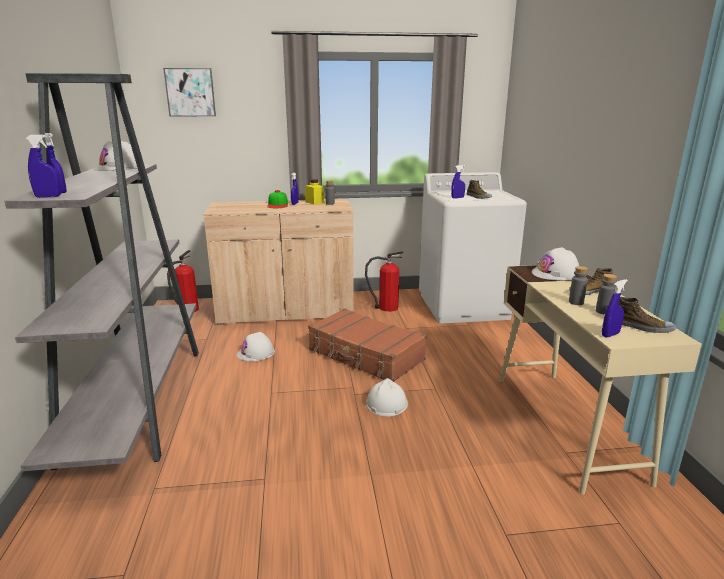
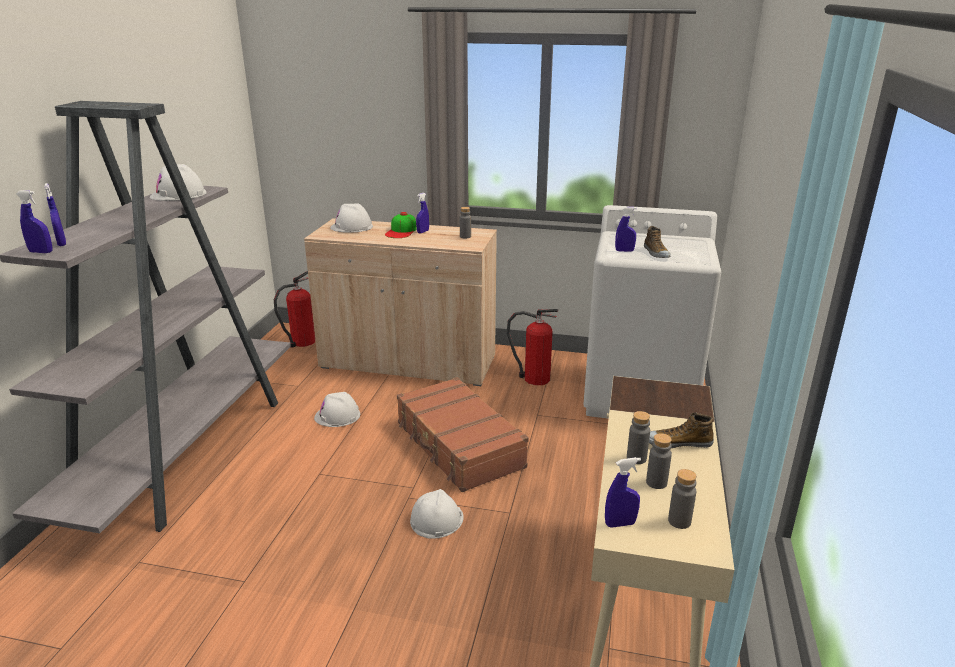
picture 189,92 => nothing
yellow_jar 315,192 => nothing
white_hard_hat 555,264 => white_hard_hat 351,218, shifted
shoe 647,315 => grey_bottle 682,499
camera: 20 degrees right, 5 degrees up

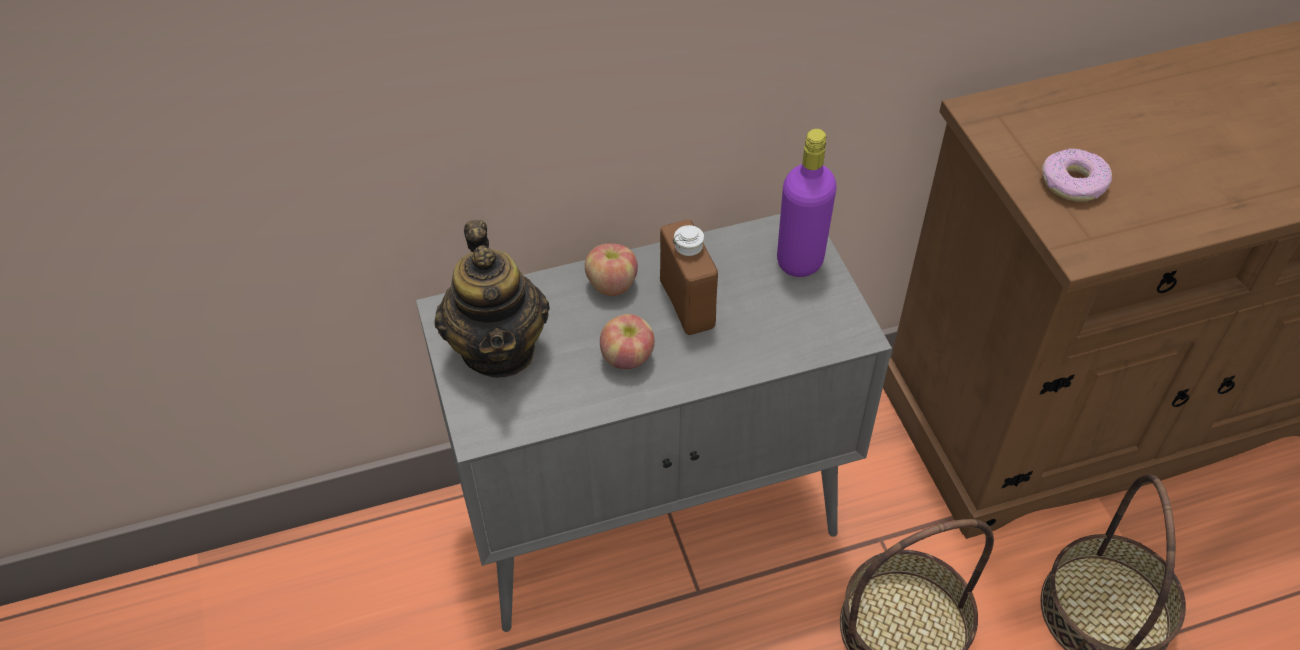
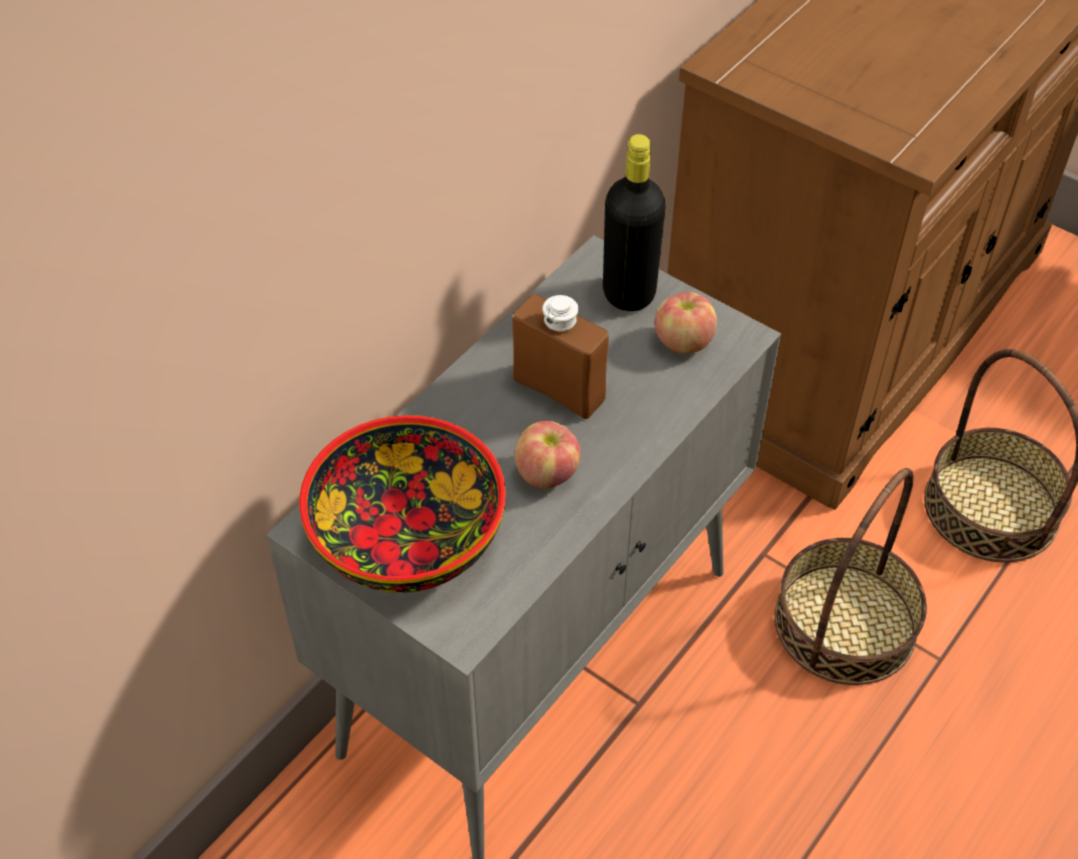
teapot 492,299 => bowl 402,504
apple 611,270 => apple 686,323, shifted
purple_bottle 807,203 => black_bottle 634,222
donut 1077,175 => nothing
camera: 35 degrees left, 0 degrees up

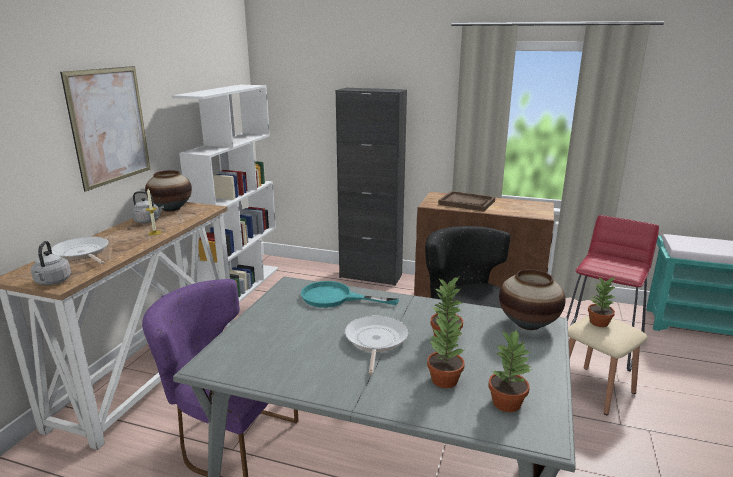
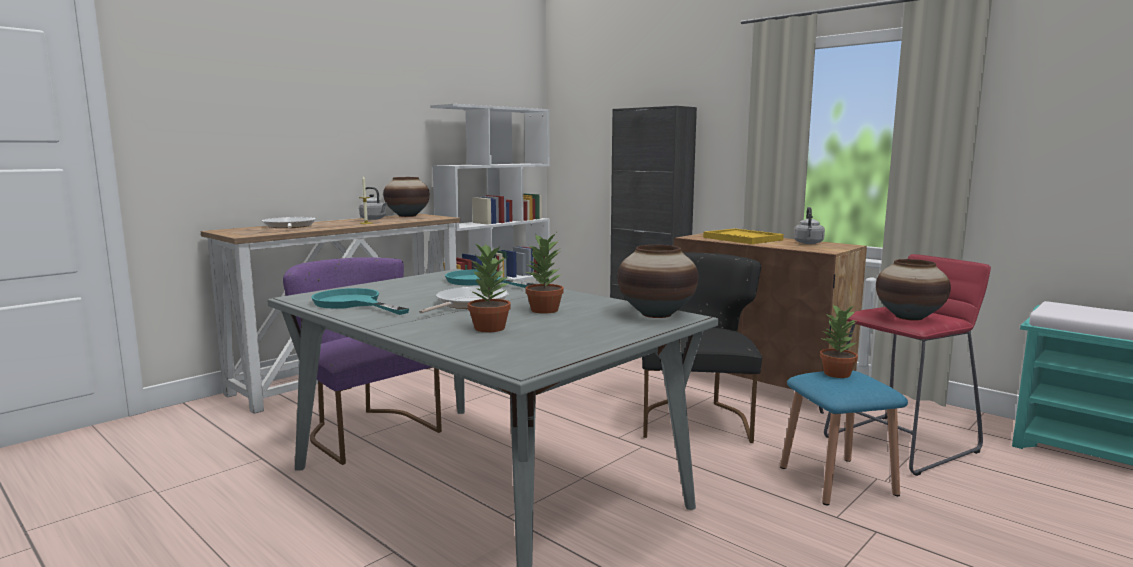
grey_kettle 51,263 => grey_kettle 809,225, shifted
picture 105,129 => nothing
brown_tray 466,201 => yellow_tray 743,236
potted_plant 511,371 => nothing
beige_stool 608,365 => blue_stool 844,437
nothing => turquoise_frying_pan 360,301
nothing => vase 913,290
camera: 25 degrees right, 10 degrees down

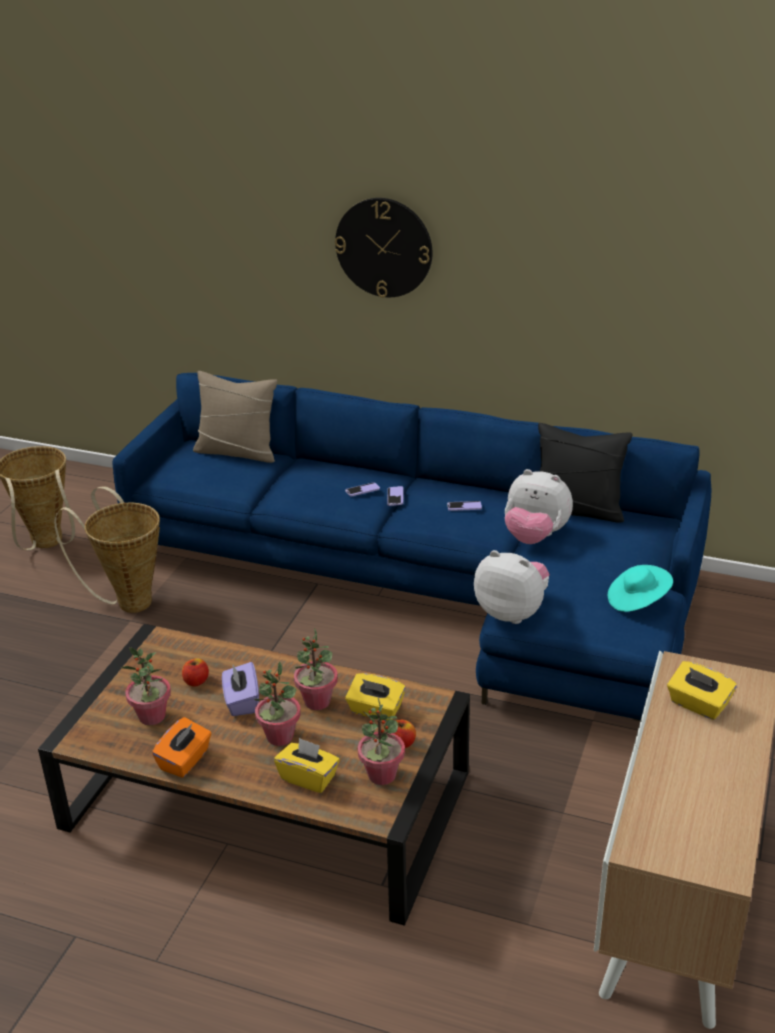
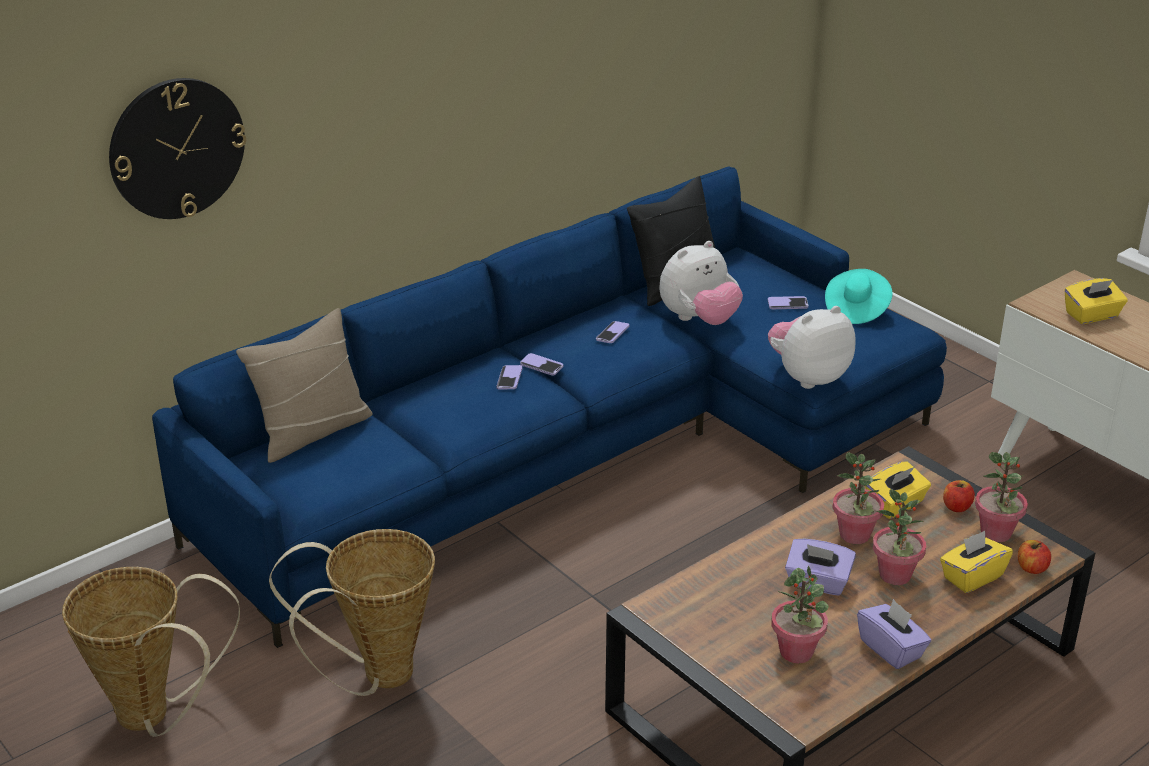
orange_tissue_box 182,747 => purple_tissue_box 894,634
apple 195,672 => apple 1034,557, shifted
wall_clock 384,248 => wall_clock 177,148, shifted
nothing => phone 788,302
camera: 60 degrees left, 0 degrees up

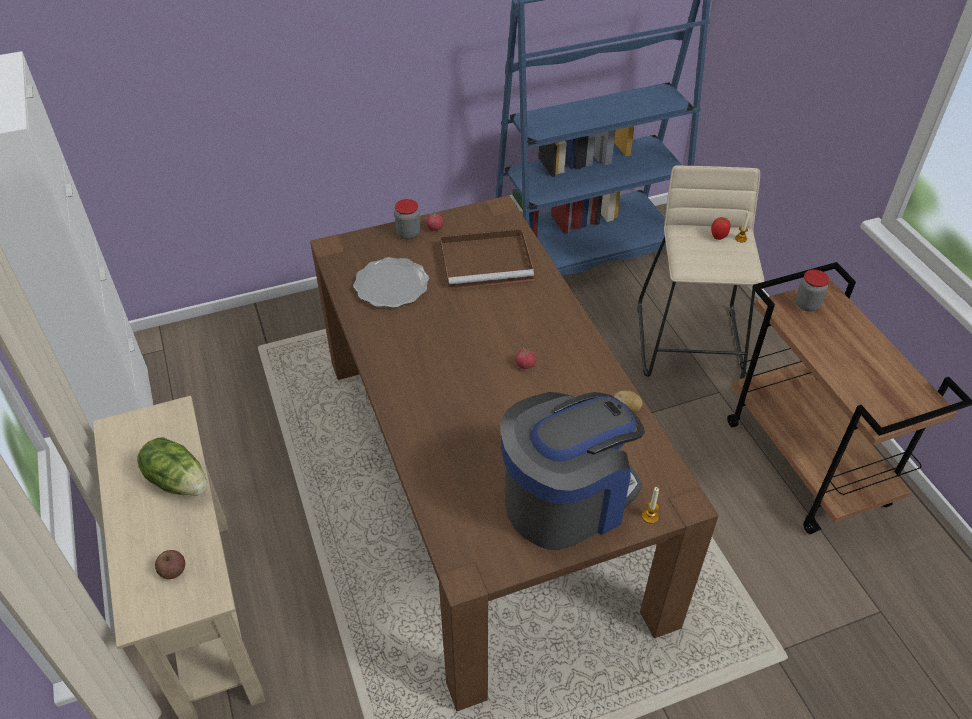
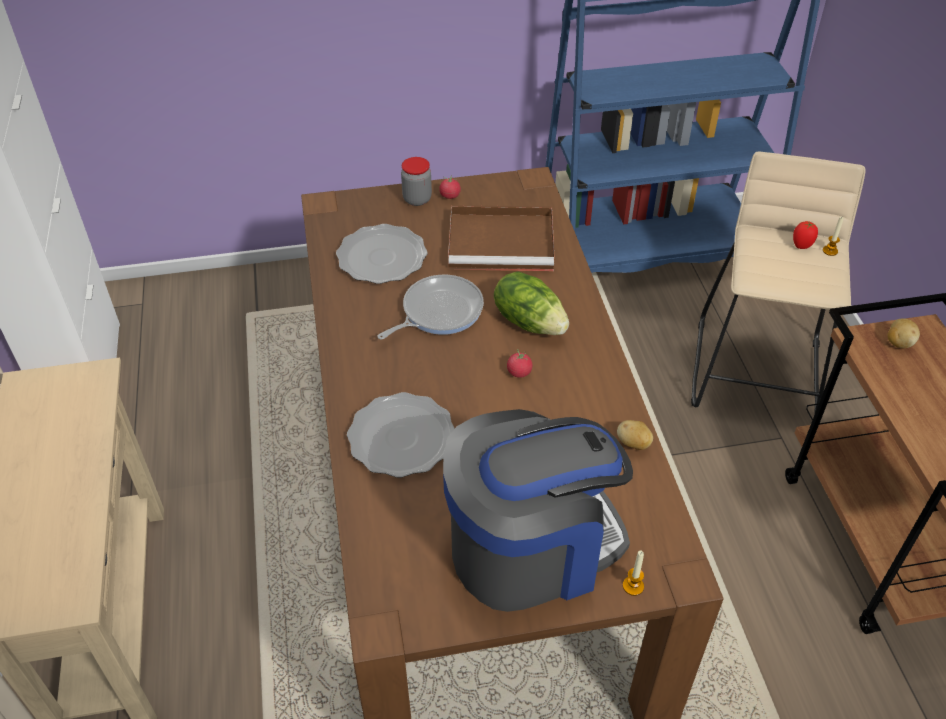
lettuce 172,466 => lettuce 531,303, shifted
apple 170,564 => nothing
jar 812,290 => potato 903,333
nothing => plate 401,435
nothing => frying_pan 430,307
camera: 10 degrees right, 0 degrees up

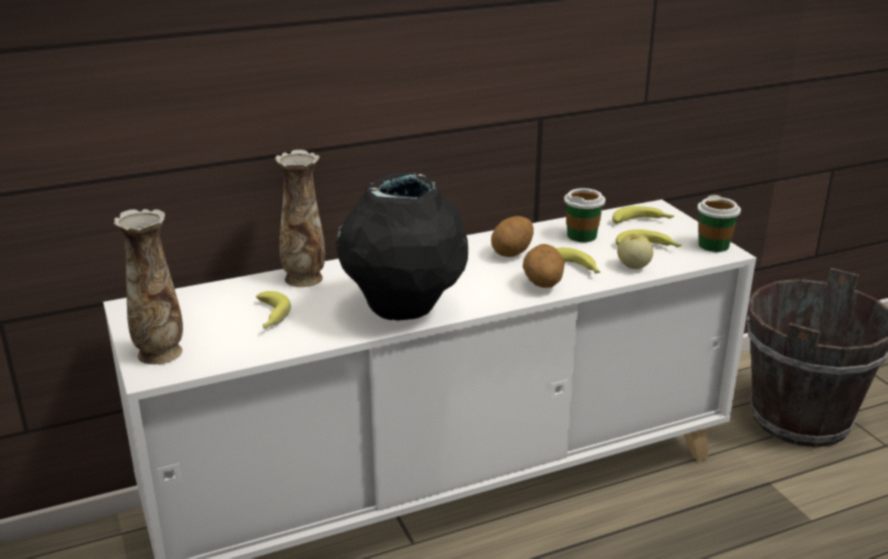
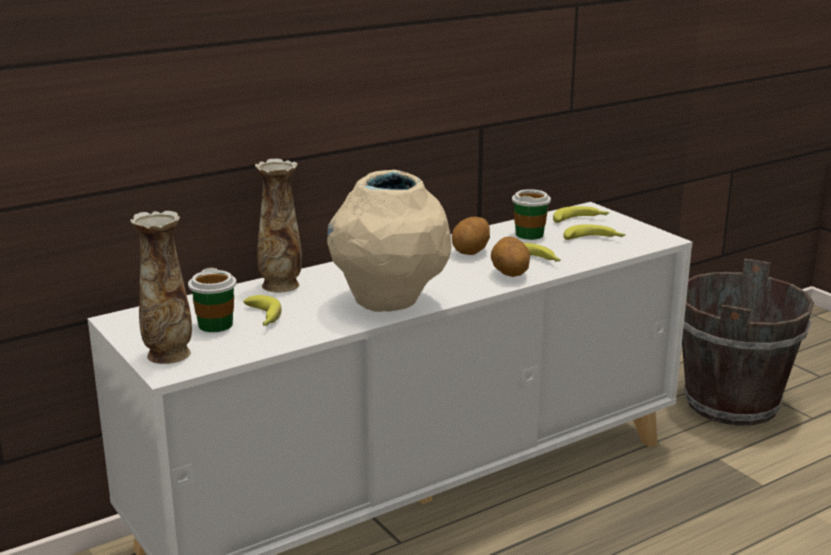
black_vase 402,246 => beige_vase 389,241
apple 635,251 => nothing
cup 719,223 => cup 212,300, shifted
camera: 10 degrees left, 5 degrees down

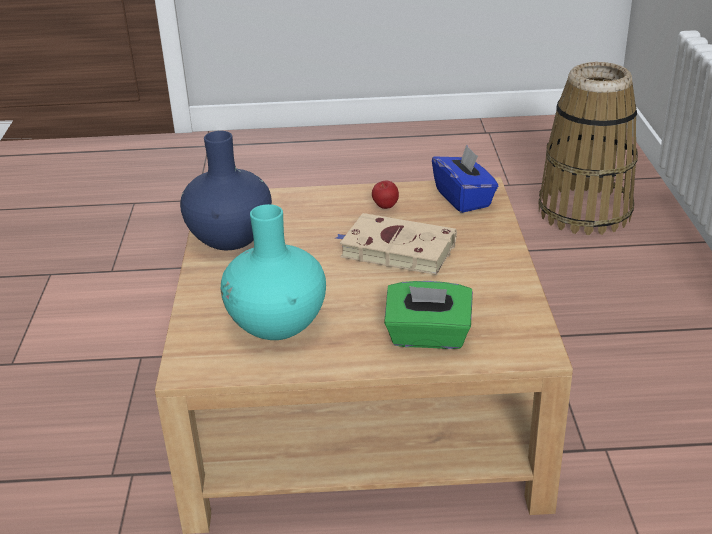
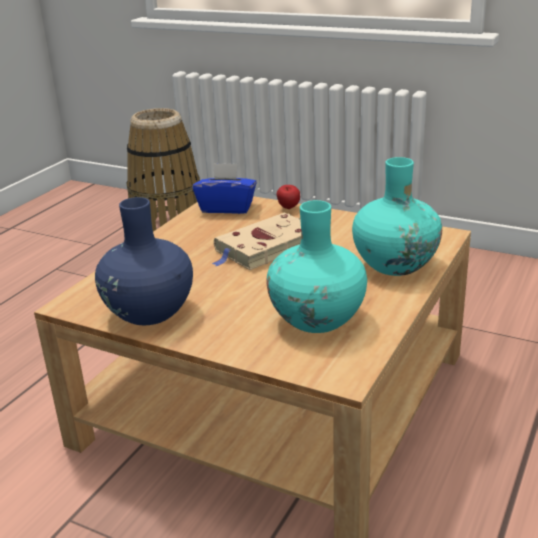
apple 385,195 => apple 288,197, shifted
green_tissue_box 428,315 => turquoise_vase 397,216
camera: 60 degrees left, 5 degrees down

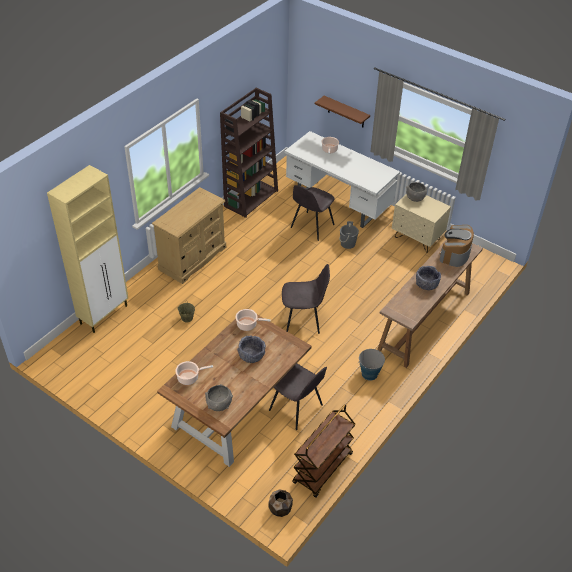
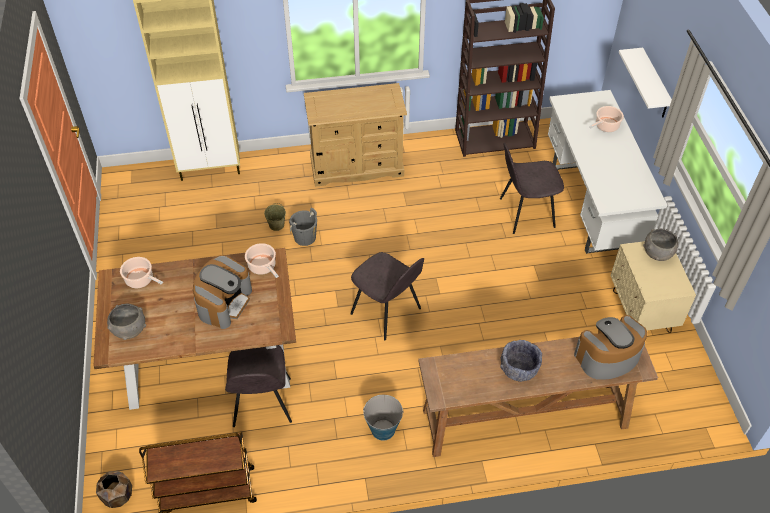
grey_bowl 251,349 => coffee_machine 222,292
brown_shelf 342,111 => white_shelf 645,83
grey_bucket 349,235 => grey_bucket 303,226, shifted
camera: 45 degrees right, 5 degrees up

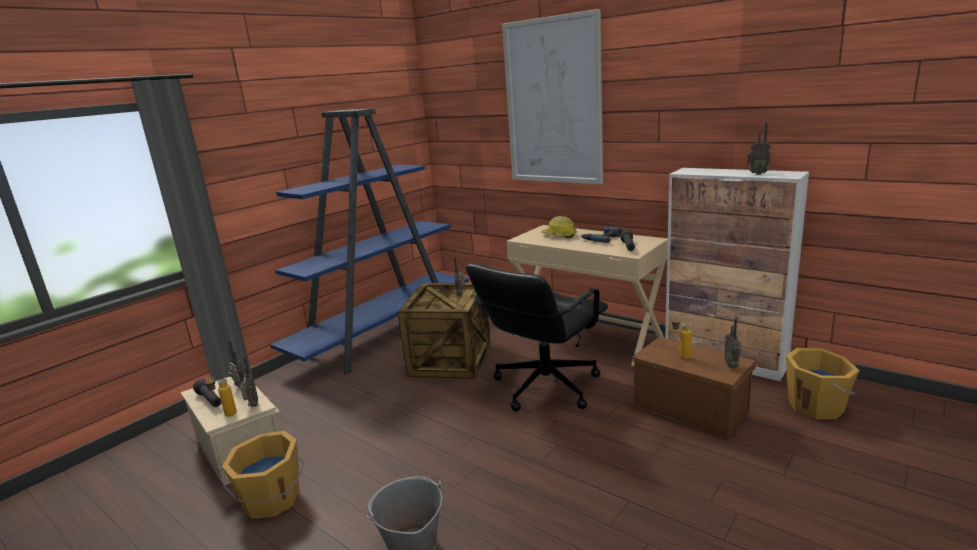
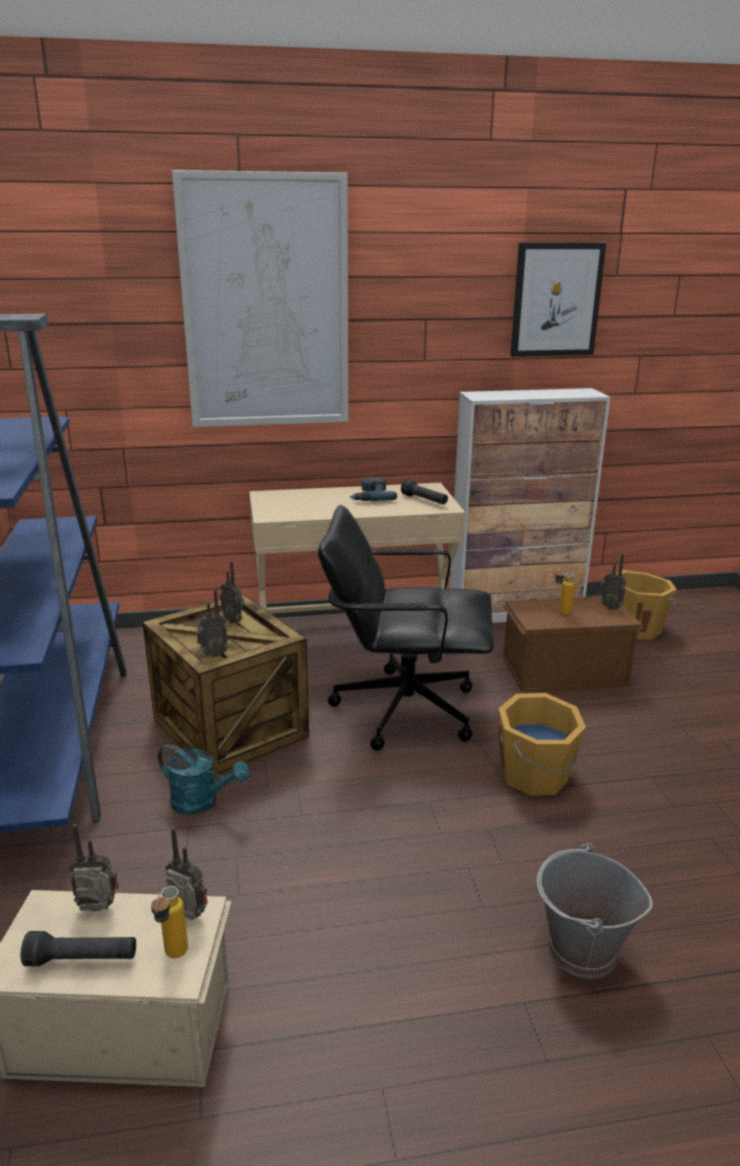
orange_bucket 261,475 => orange_bucket 542,744, shifted
black_office_chair 536,337 => black_office_chair 406,628, 105 degrees clockwise
hard_hat 559,227 => nothing
radio 759,148 => radio 212,623, shifted
nothing => turquoise_watering_can 204,779
nothing => picture 558,300
camera: 50 degrees left, 5 degrees up

